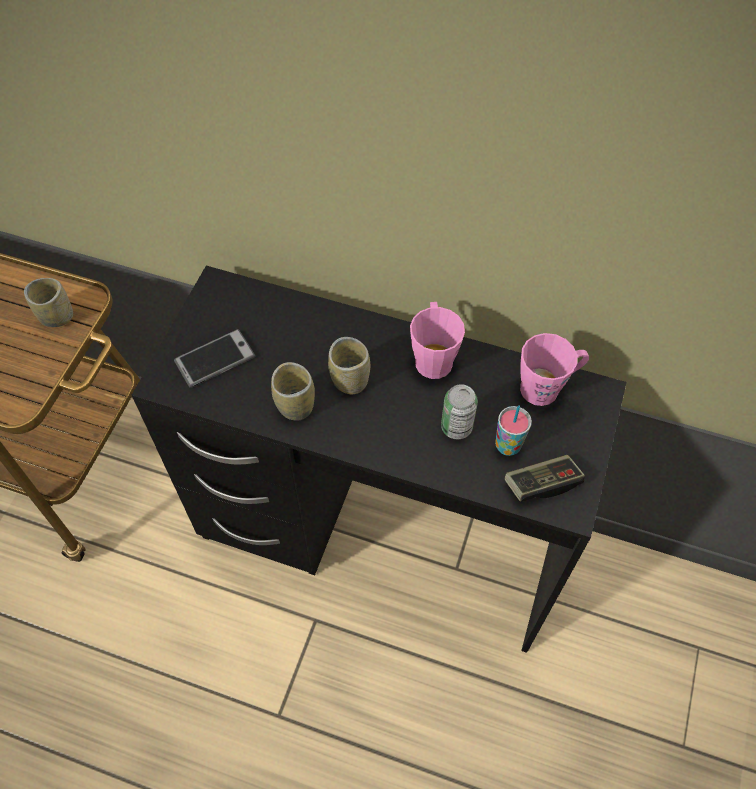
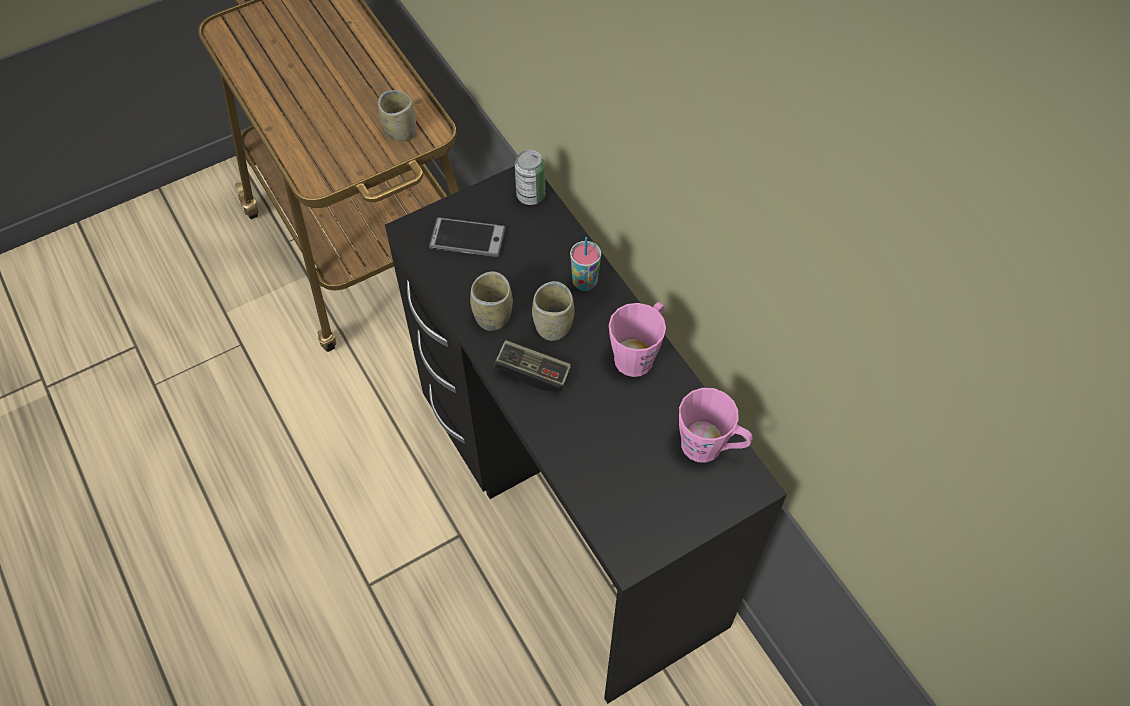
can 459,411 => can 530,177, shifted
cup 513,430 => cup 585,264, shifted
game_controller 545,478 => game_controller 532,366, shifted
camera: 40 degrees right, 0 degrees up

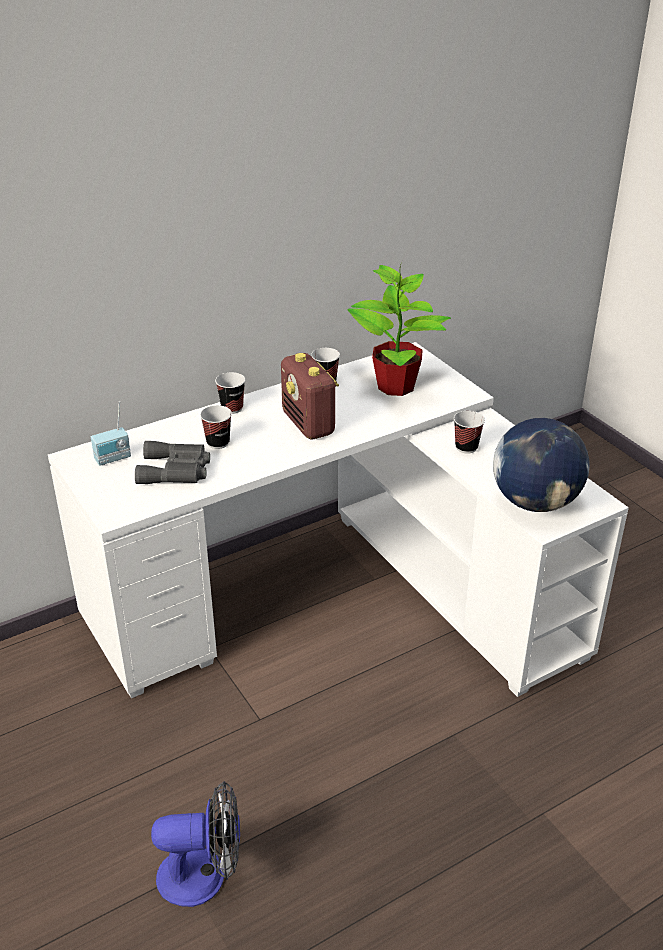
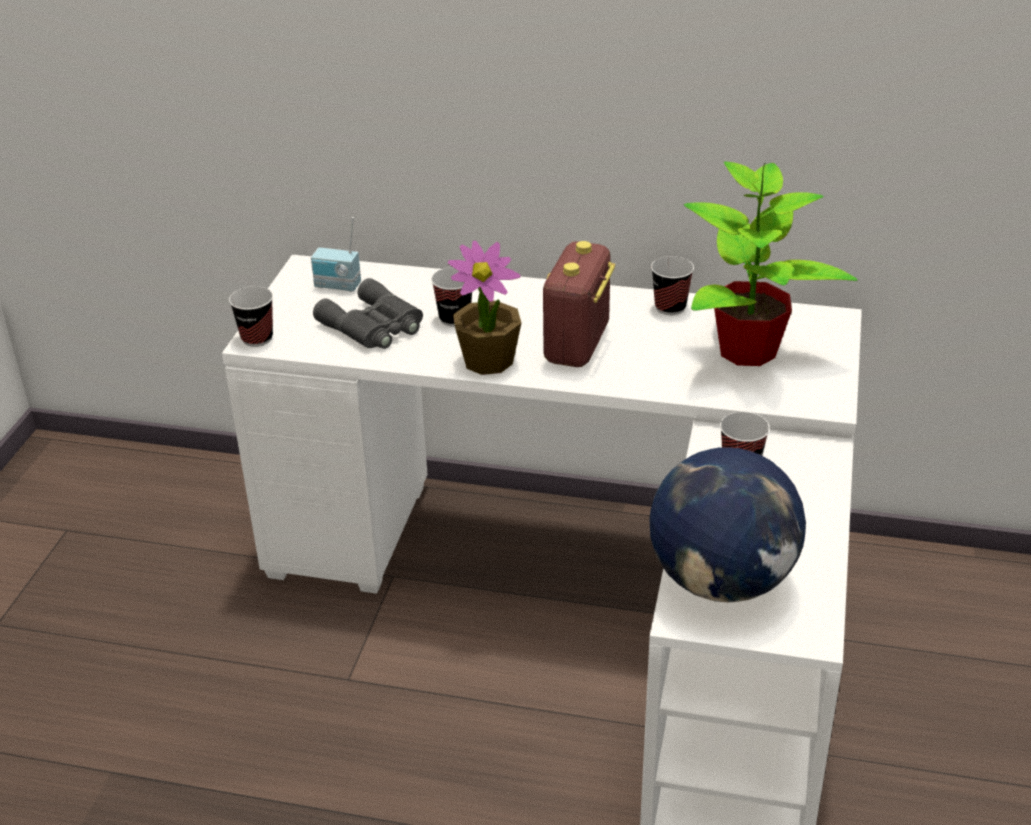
fan 195,844 => nothing
cup 230,393 => cup 251,316, shifted
nothing => potted_plant 484,308
camera: 45 degrees right, 0 degrees up

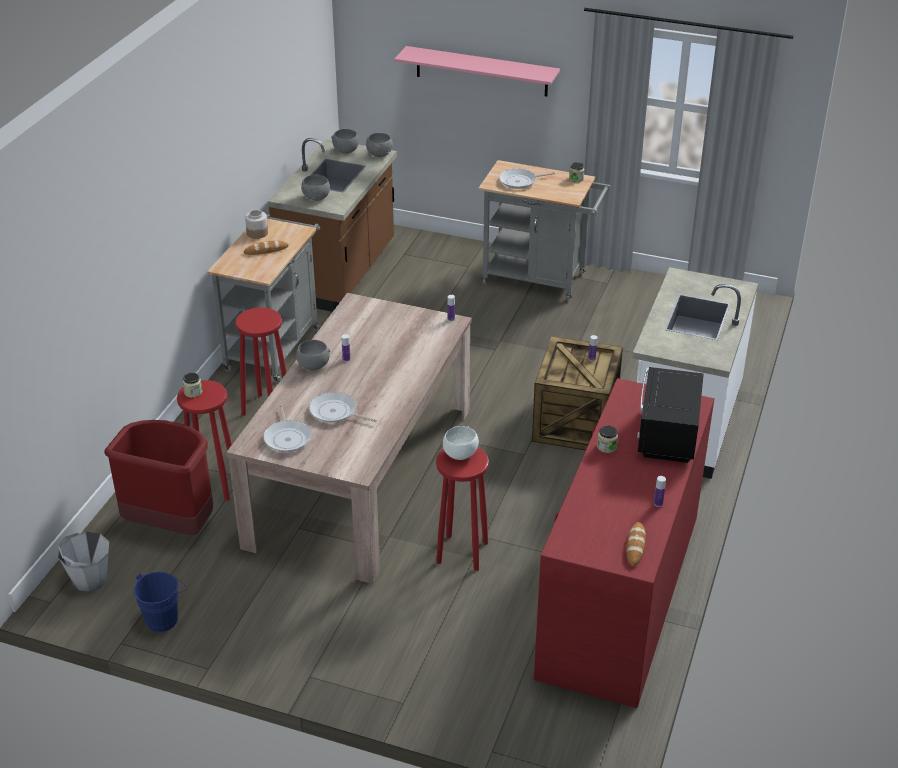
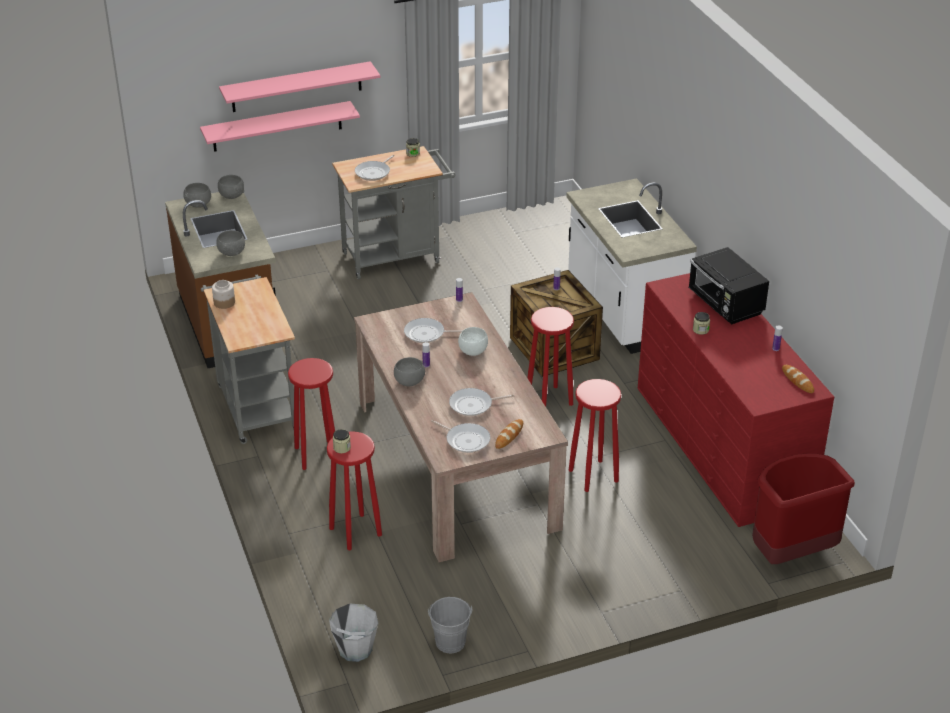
red_trash_can 158,477 => red_trash_can 803,509, shifted
blue_bucket 160,602 => grey_bucket 450,625
bread 266,247 => bread 509,434, shifted
white_bowl 461,443 => white_bowl 473,341, shifted
nothing => pink_shelf 280,126
nothing => frying_pan 433,330
nothing => red_stool 550,356
camera: 40 degrees left, 0 degrees up

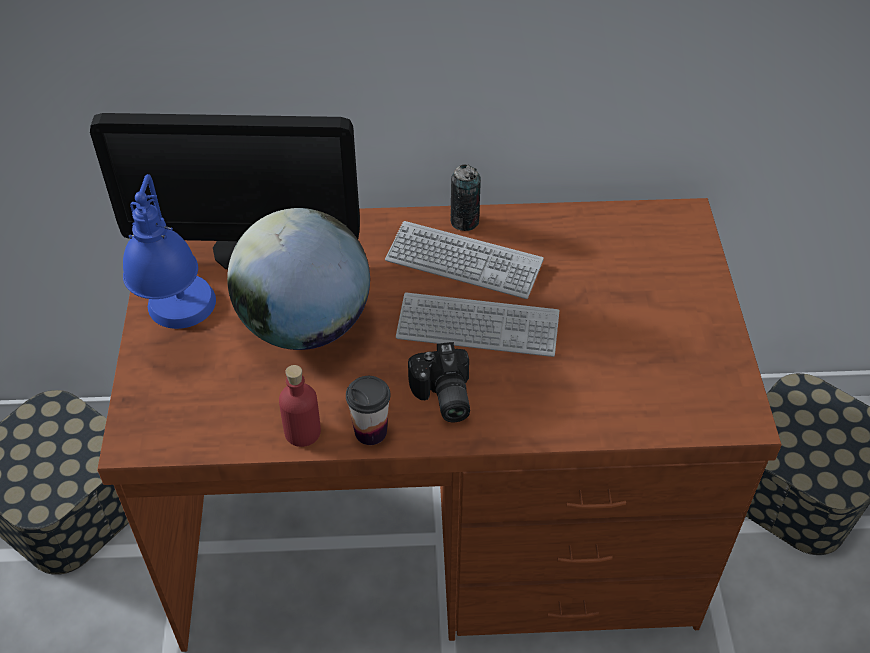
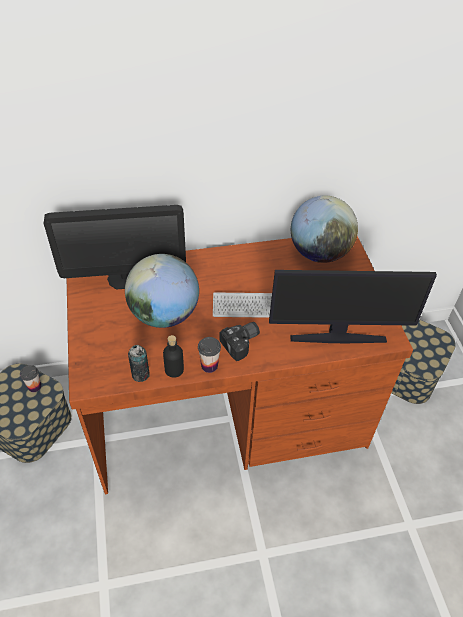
blue_table_lamp 169,251 => nothing
red_bottle 300,406 => black_bottle 173,356
keyboard 464,260 => nothing
photo_camera 439,382 => photo_camera 239,341, 105 degrees counterclockwise
can 466,197 => can 139,363, shifted
nothing => cup 30,378
nothing => monitor 353,306
nothing => globe 324,229
camera: 10 degrees left, 0 degrees up

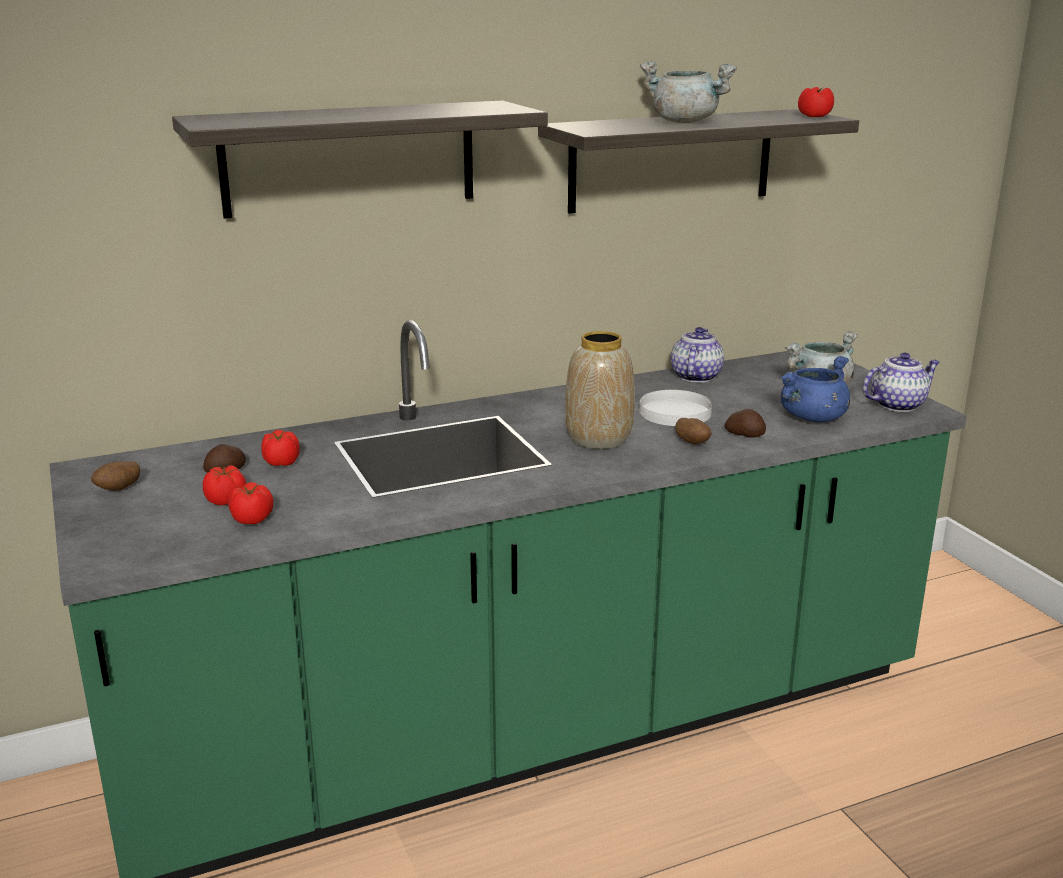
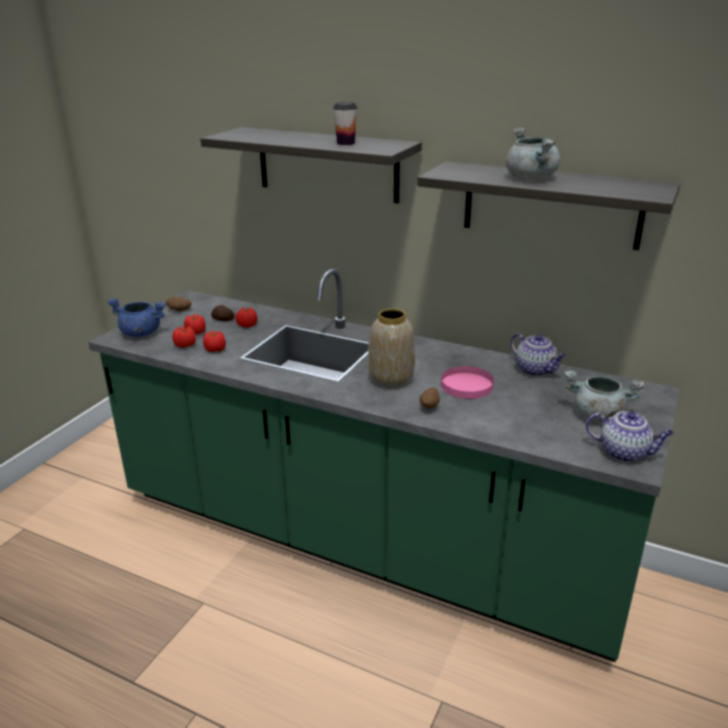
white_plate 675,408 => pink_plate 467,382
teapot 697,355 => teapot 538,354, 75 degrees clockwise
potato 745,423 => nothing
blue_cooking_pot 814,389 => blue_cooking_pot 136,317, shifted
tomato 816,102 => tomato 214,341, shifted
nothing => cup 345,123
camera: 50 degrees right, 5 degrees up

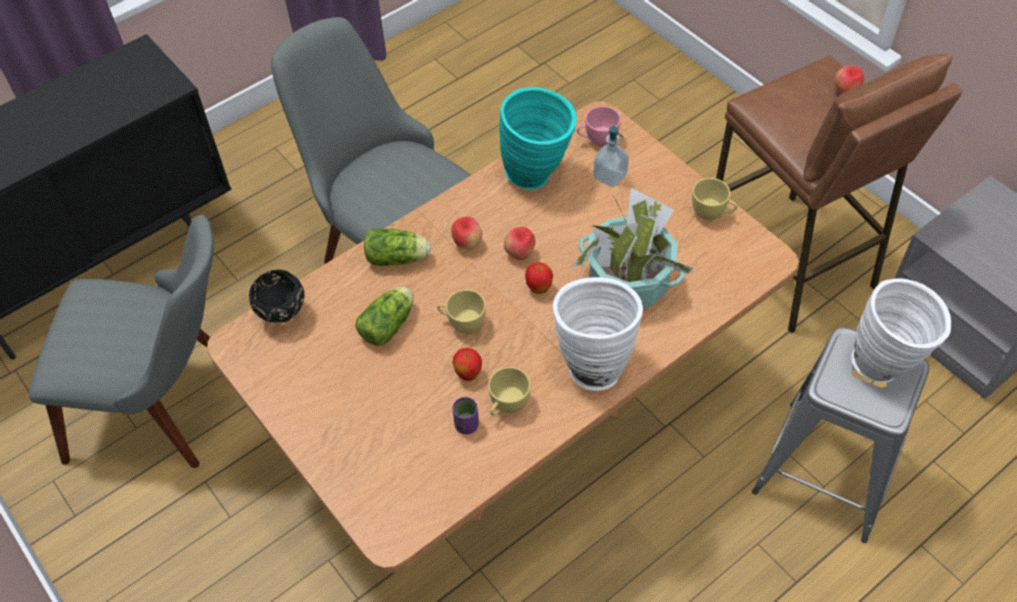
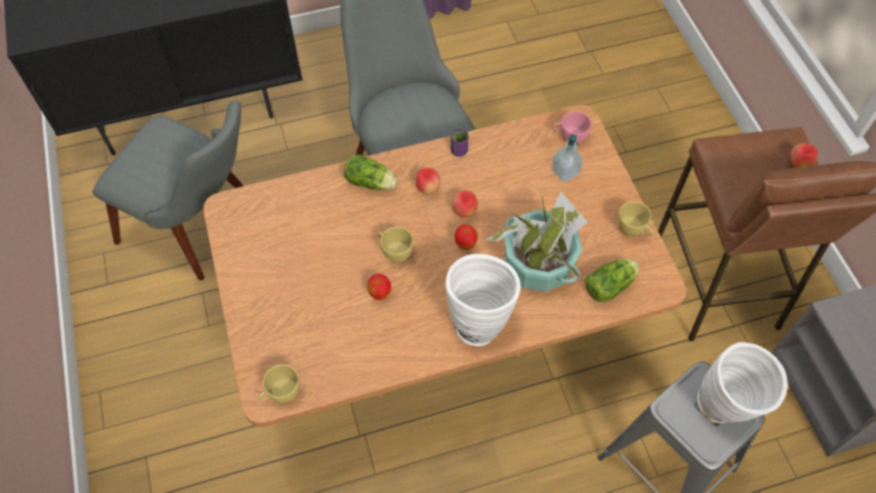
black_bowl 276,296 => nothing
lettuce 384,316 => lettuce 612,280, shifted
purple_cup 465,415 => purple_cup 460,143, shifted
yellow_cup 509,391 => yellow_cup 279,383, shifted
turquoise_vase 538,138 => nothing
camera: 20 degrees right, 5 degrees up

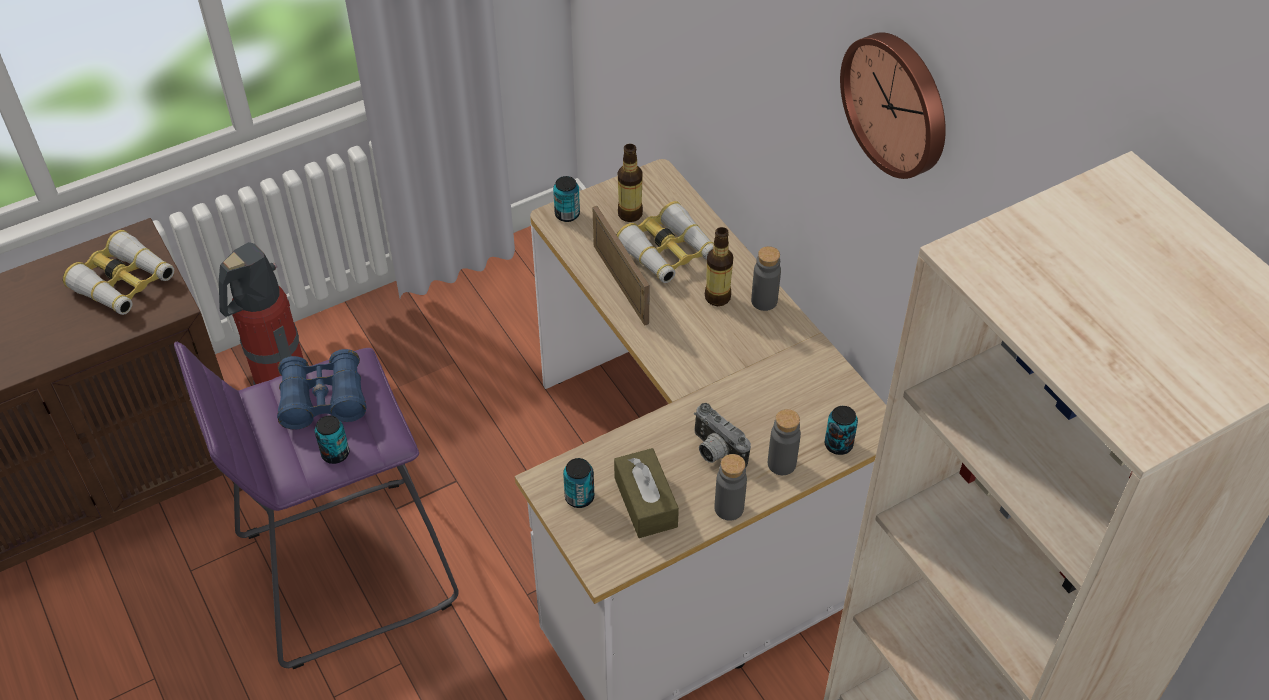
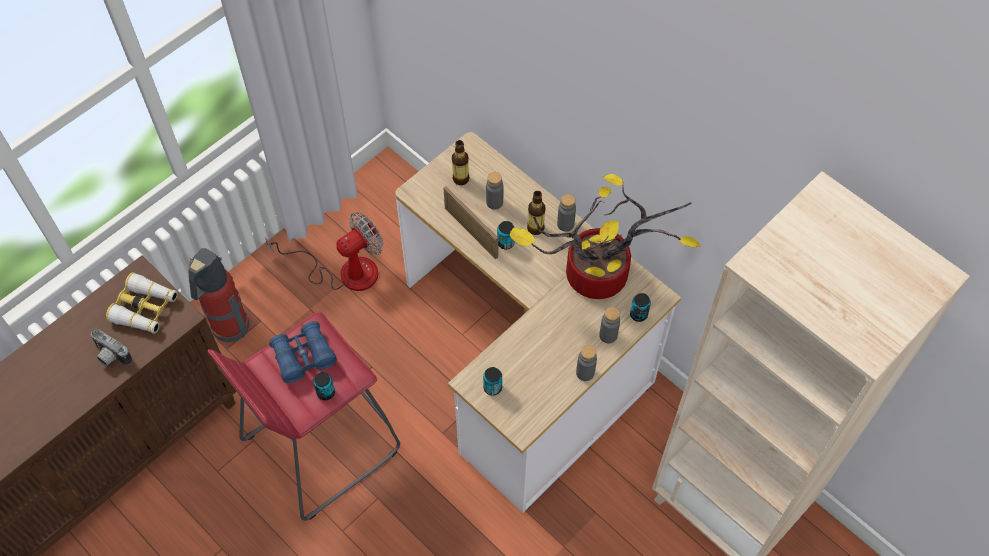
purple_stool 316,505 => red_stool 303,416
can 566,199 => can 506,235, shifted
brown_tissue_box 646,493 => nothing
binoculars 665,242 => grey_bottle 494,191
photo_camera 722,435 => photo_camera 111,347, shifted
wall_clock 893,105 => nothing
nothing => fan 324,251
nothing => potted_plant 605,236
camera: 15 degrees left, 10 degrees up

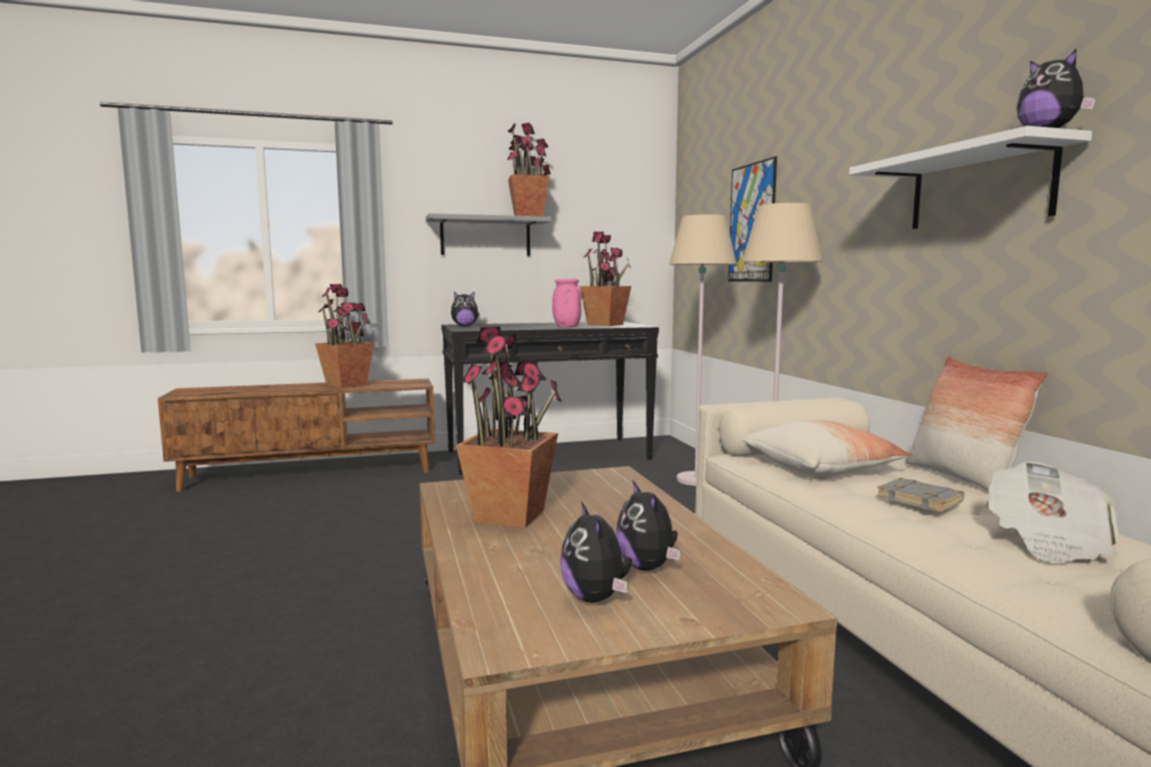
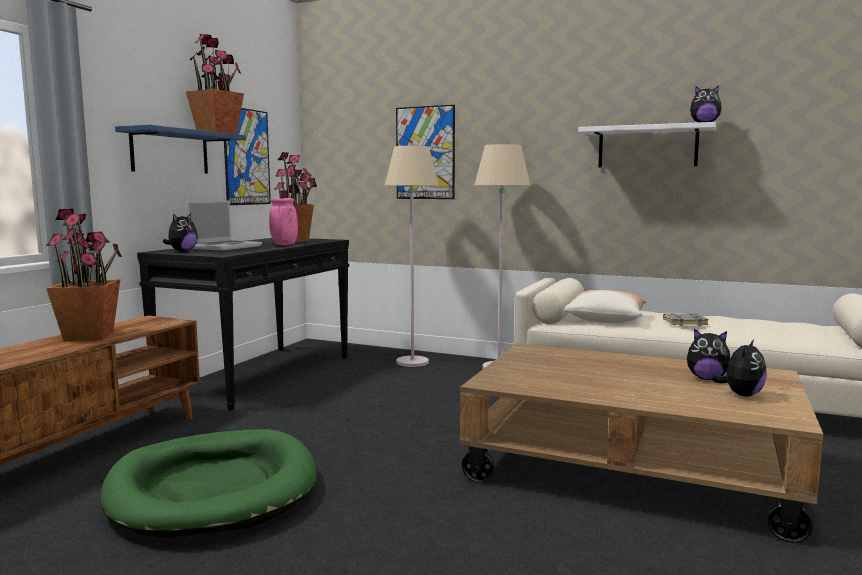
grey_shelf 489,234 => blue_shelf 180,149
potted_plant 509,427 => nothing
plush_toy 596,552 => plush_toy 739,368, 75 degrees counterclockwise
pillow 976,423 => nothing
newspaper 1052,512 => nothing
nothing => green_dog_bed 209,483
nothing => laptop 224,225
nothing => picture 247,156
camera: 50 degrees left, 0 degrees up

